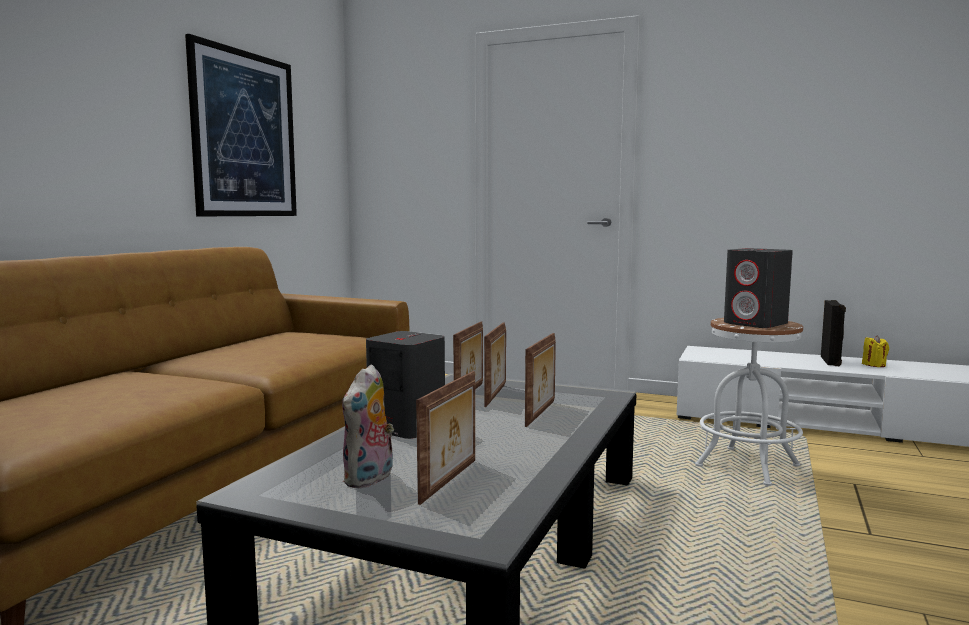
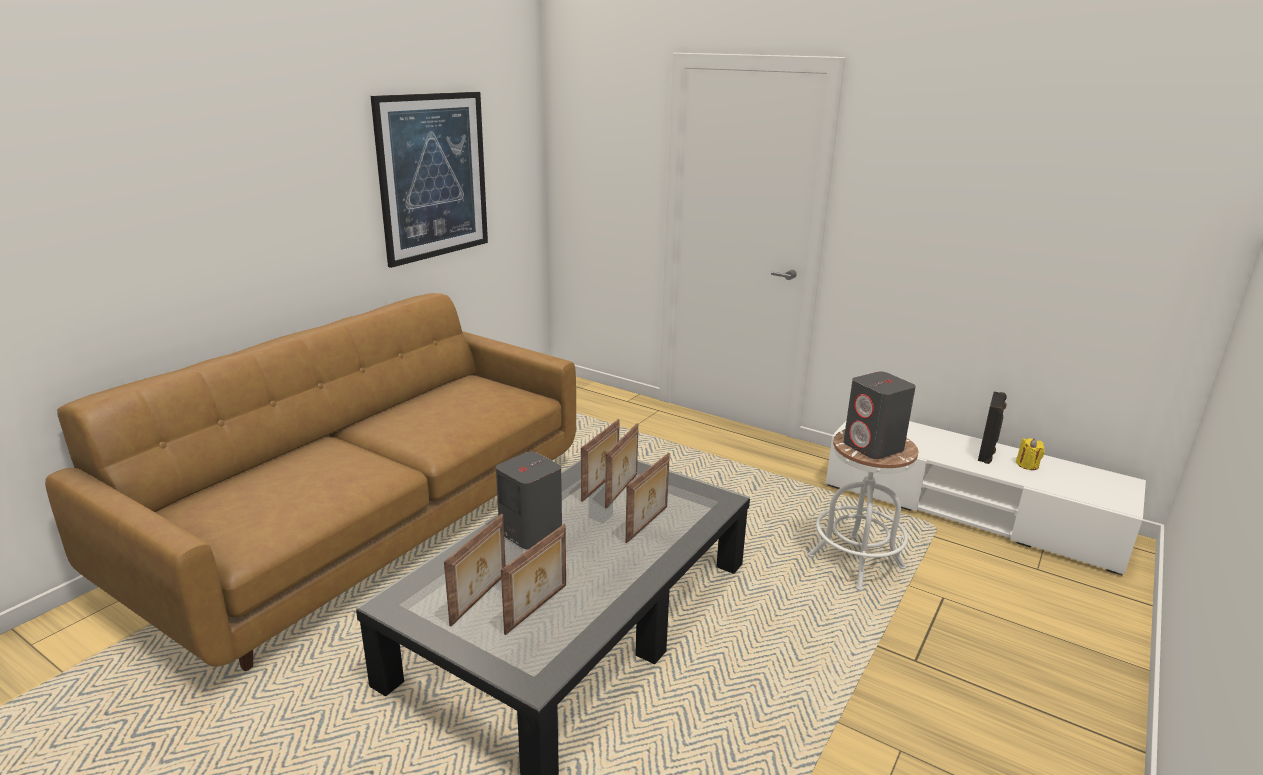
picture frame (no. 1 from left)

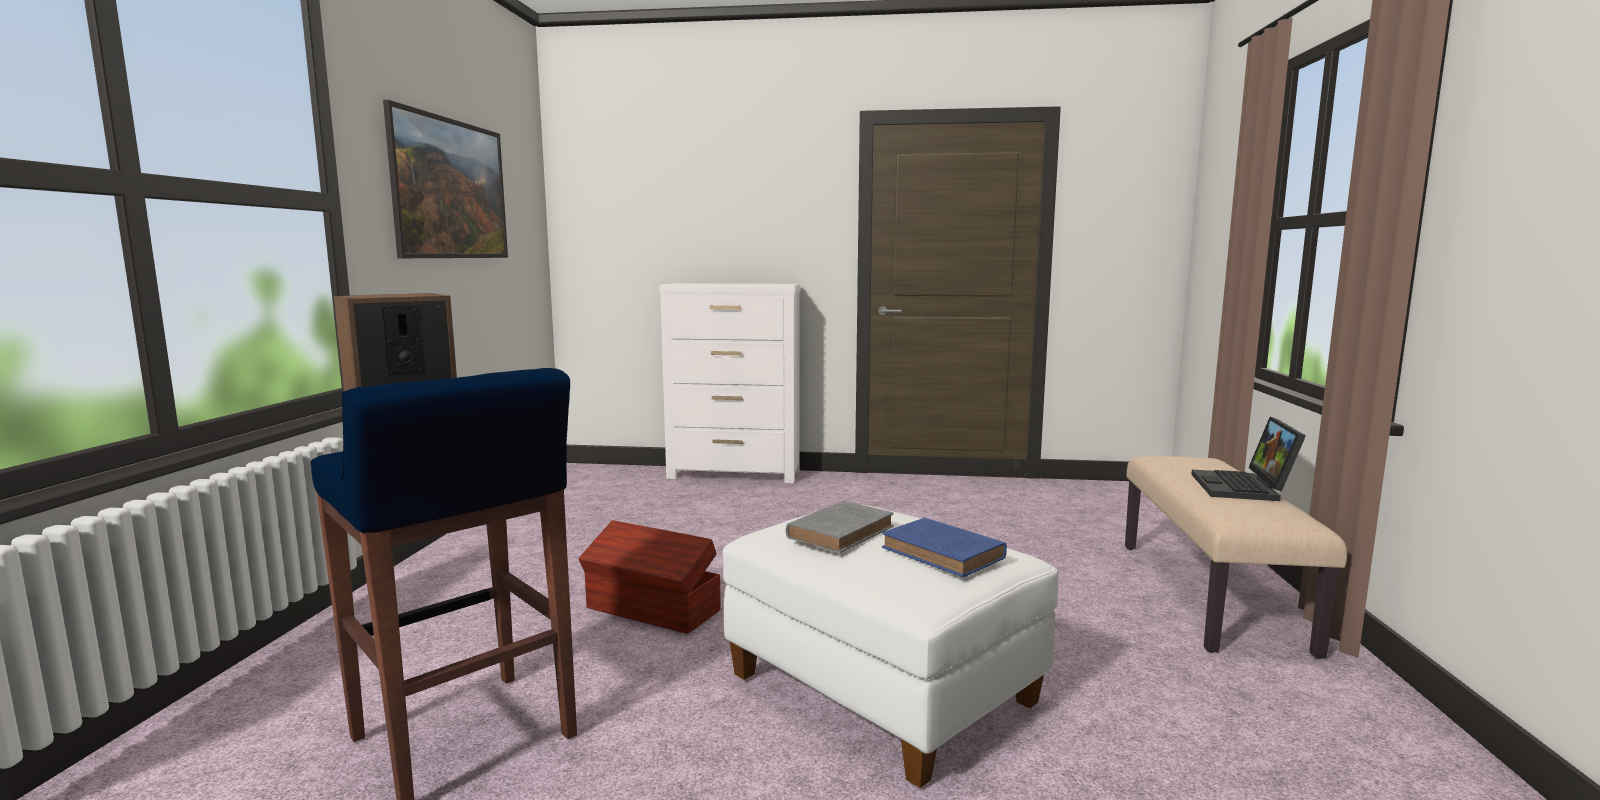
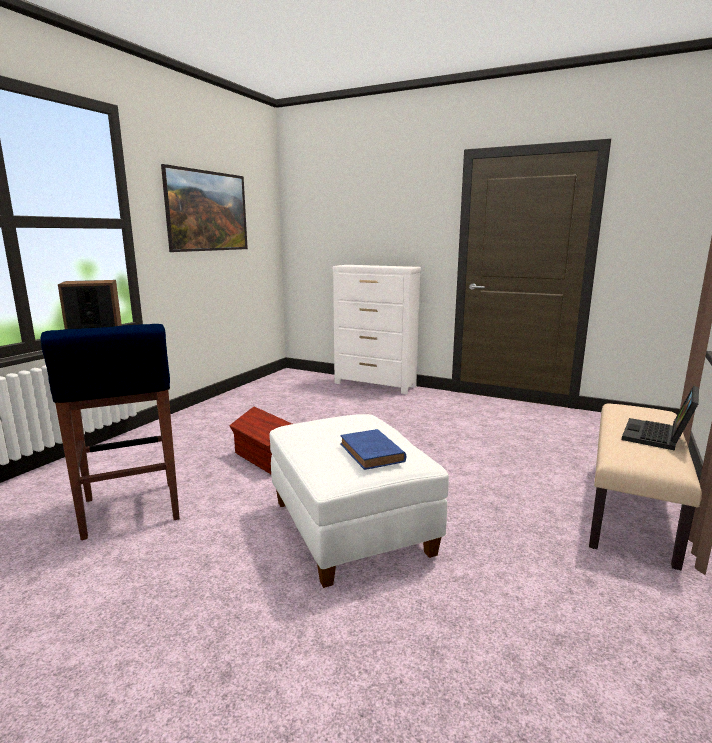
book in grey

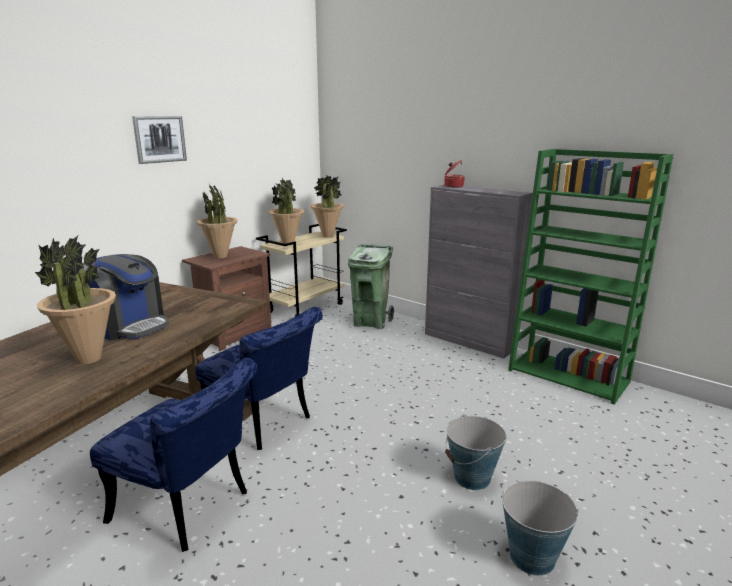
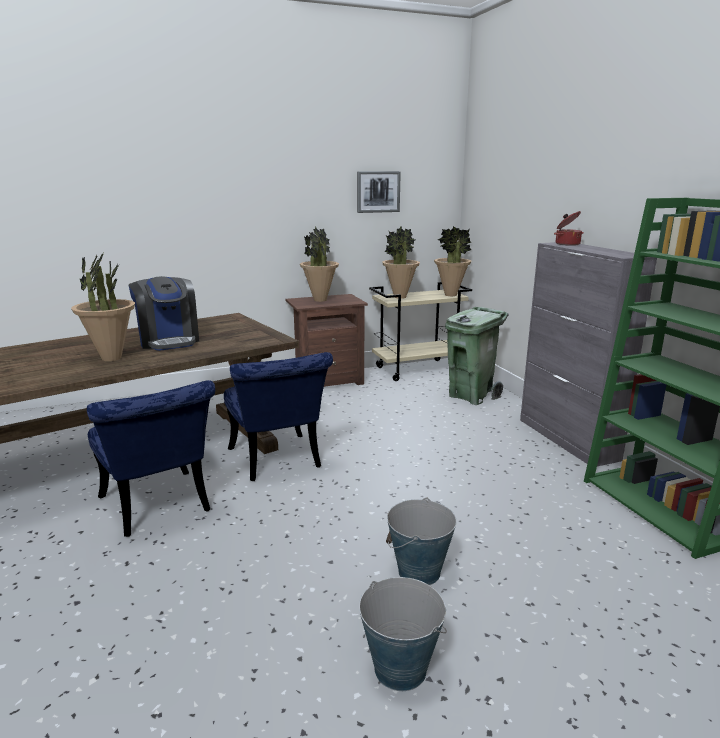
picture

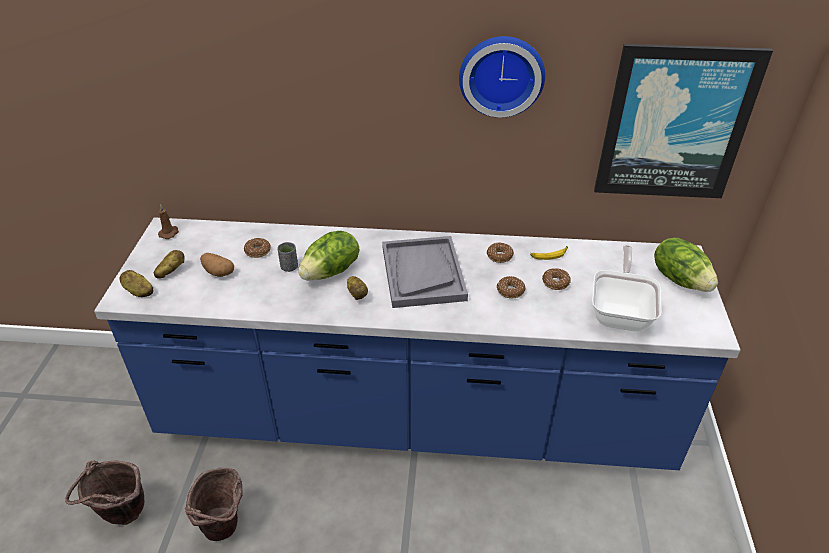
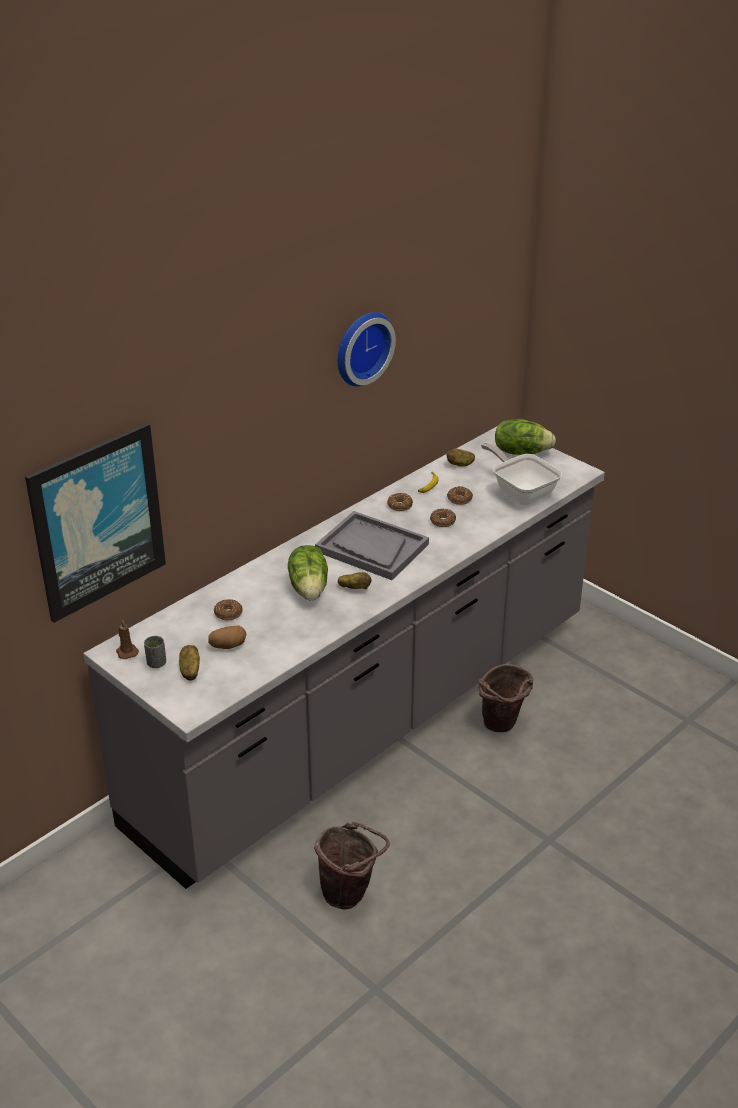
bucket in brown (no. 2 from left)
potato (no. 4 from left)
cup in grey
picture
counter in grey

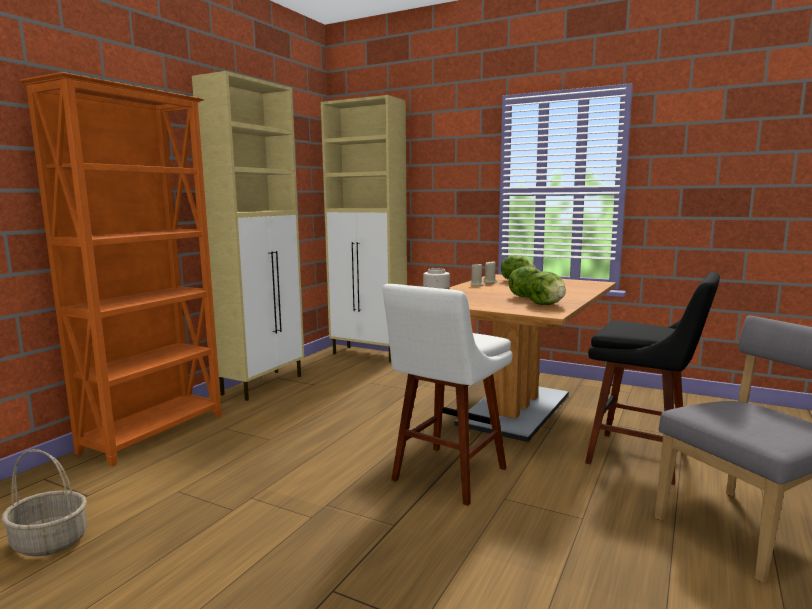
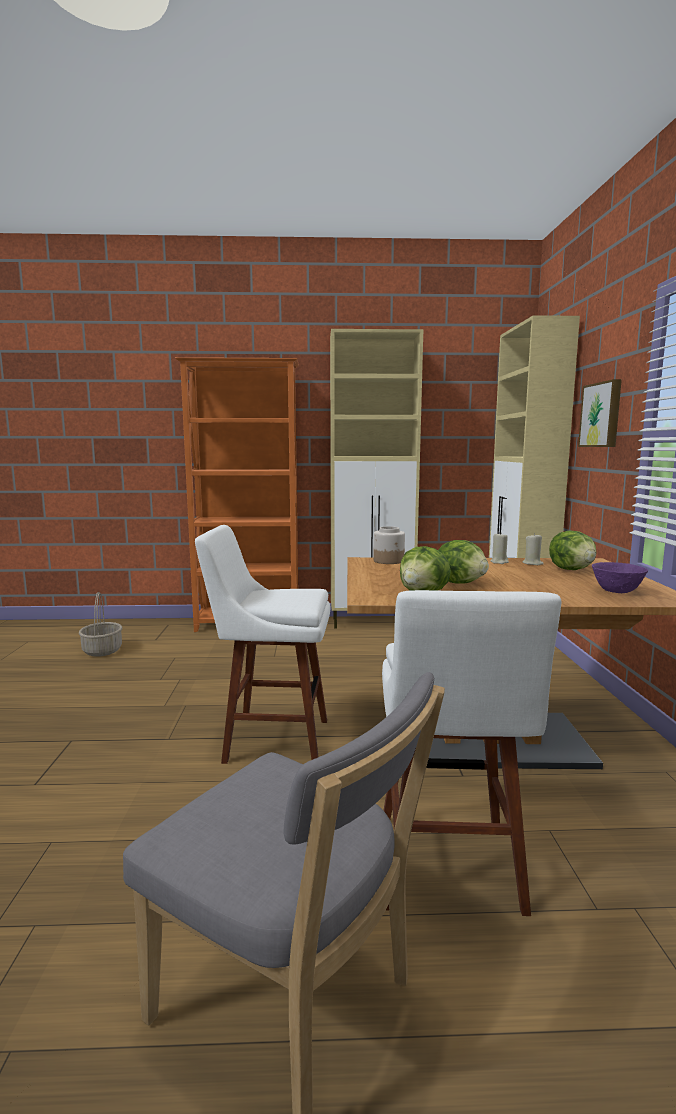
picture
bowl in purple
stool in white (no. 2 from left)

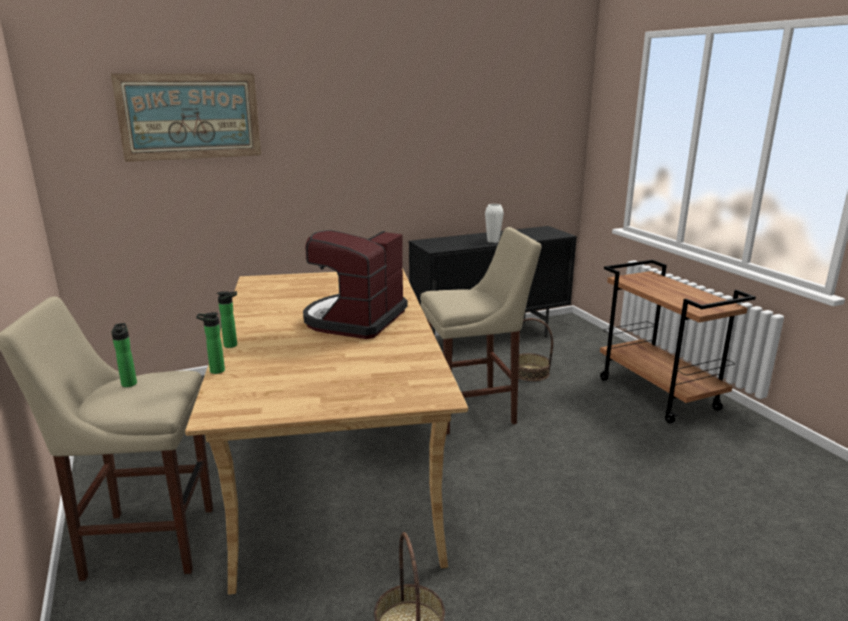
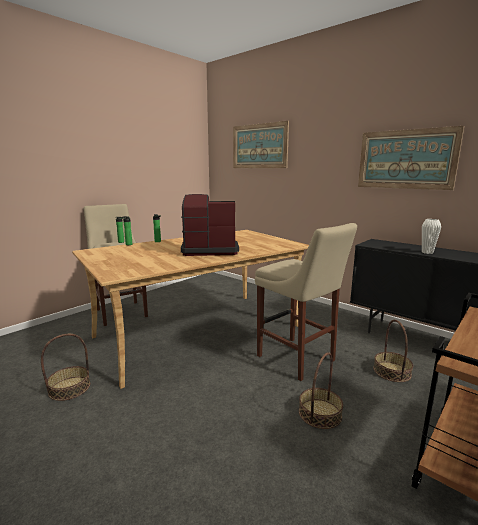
basket (no. 2 from left)
picture (no. 2 from left)

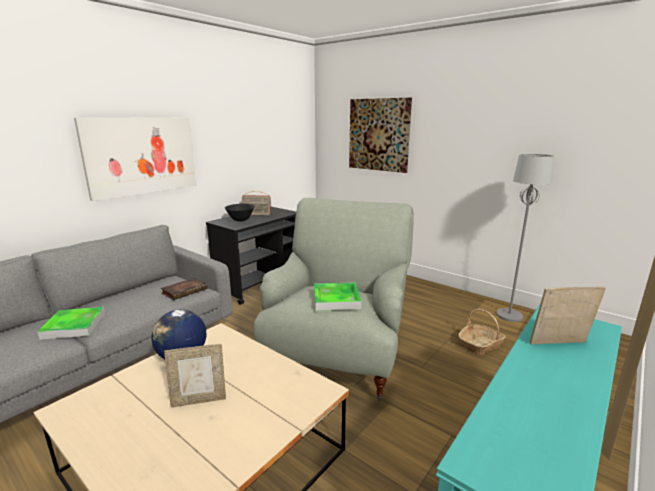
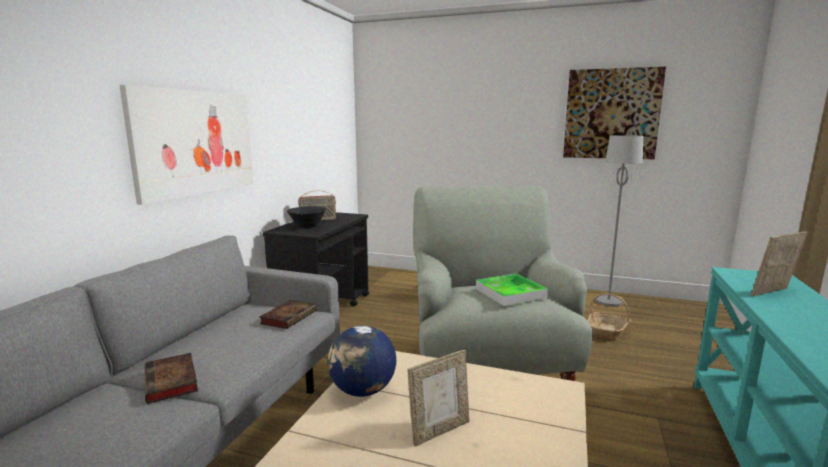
picture (no. 2 from left)
book (no. 1 from left)

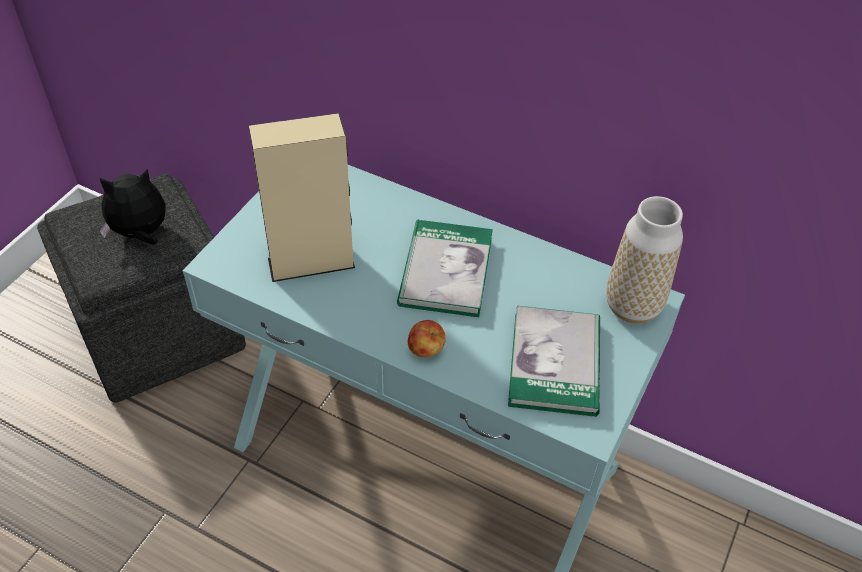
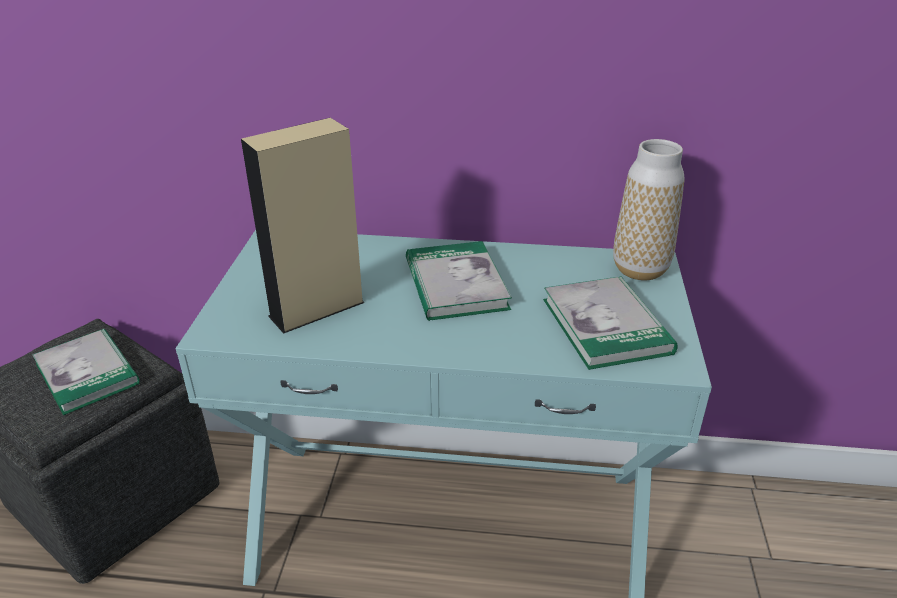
apple
book (no. 1 from left)

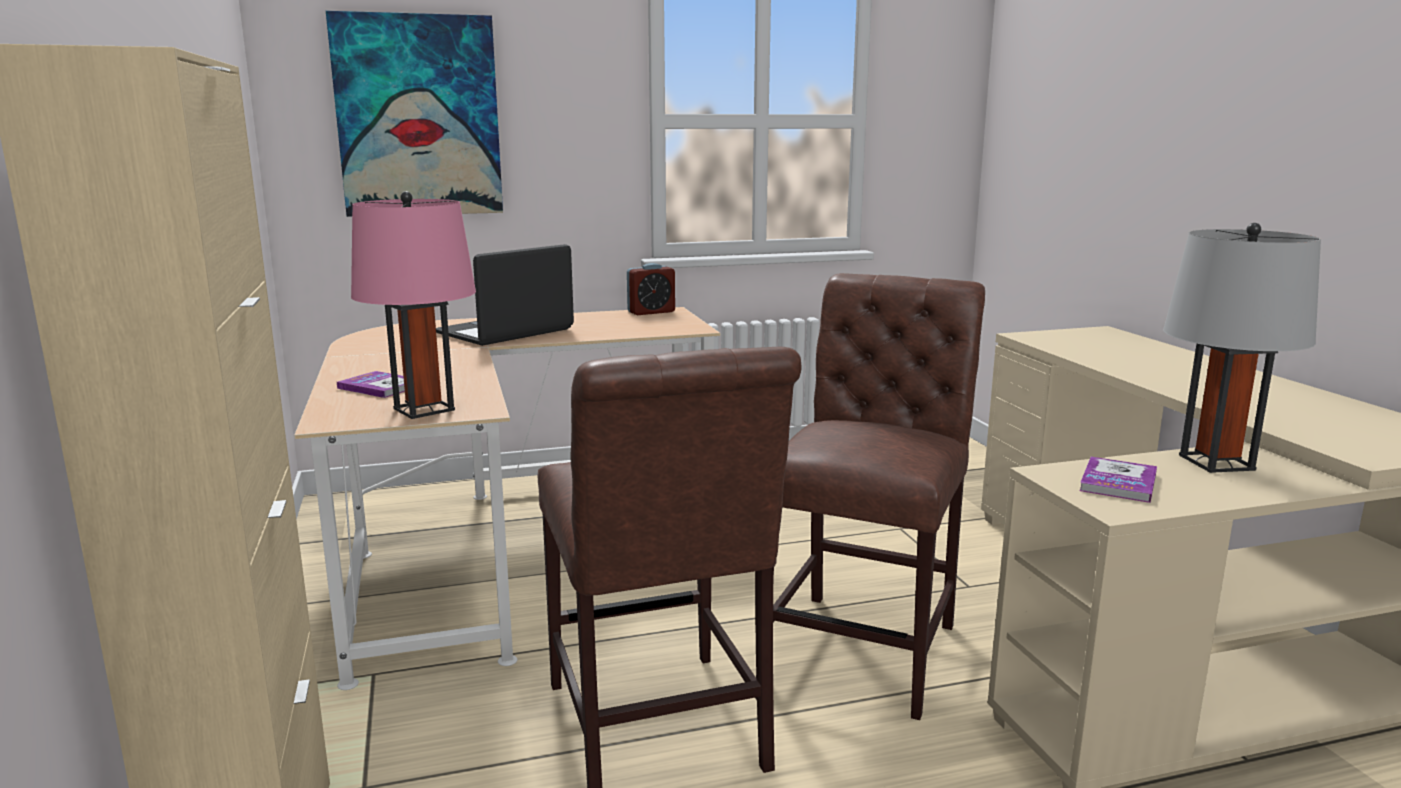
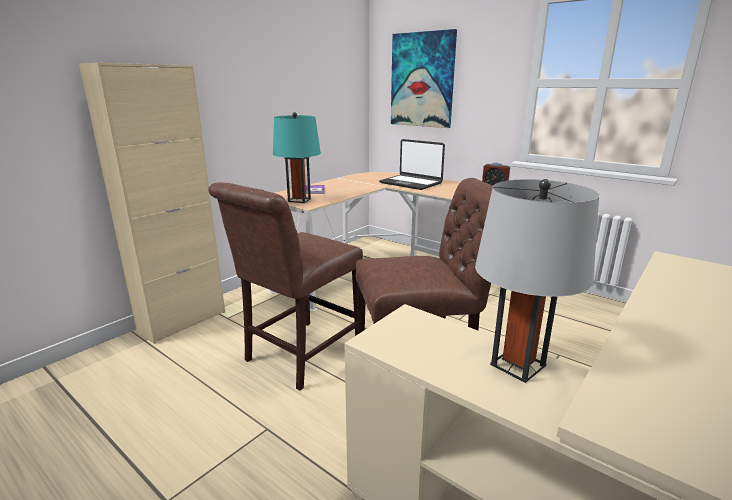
book (no. 2 from left in the first image)
table lamp in turquoise
laptop

